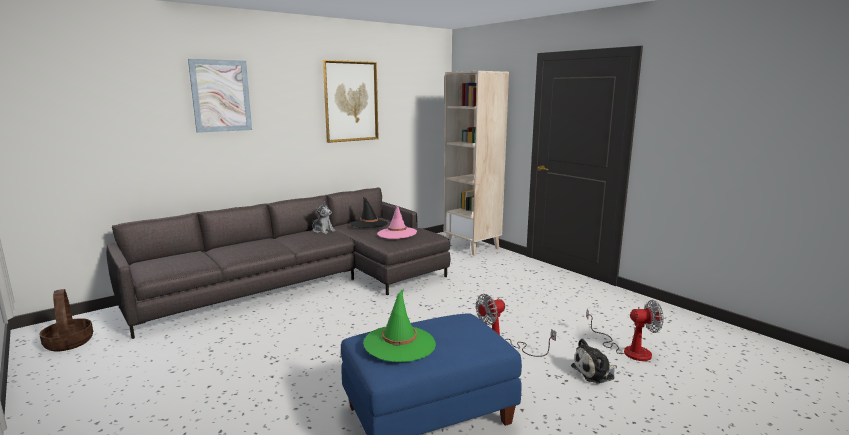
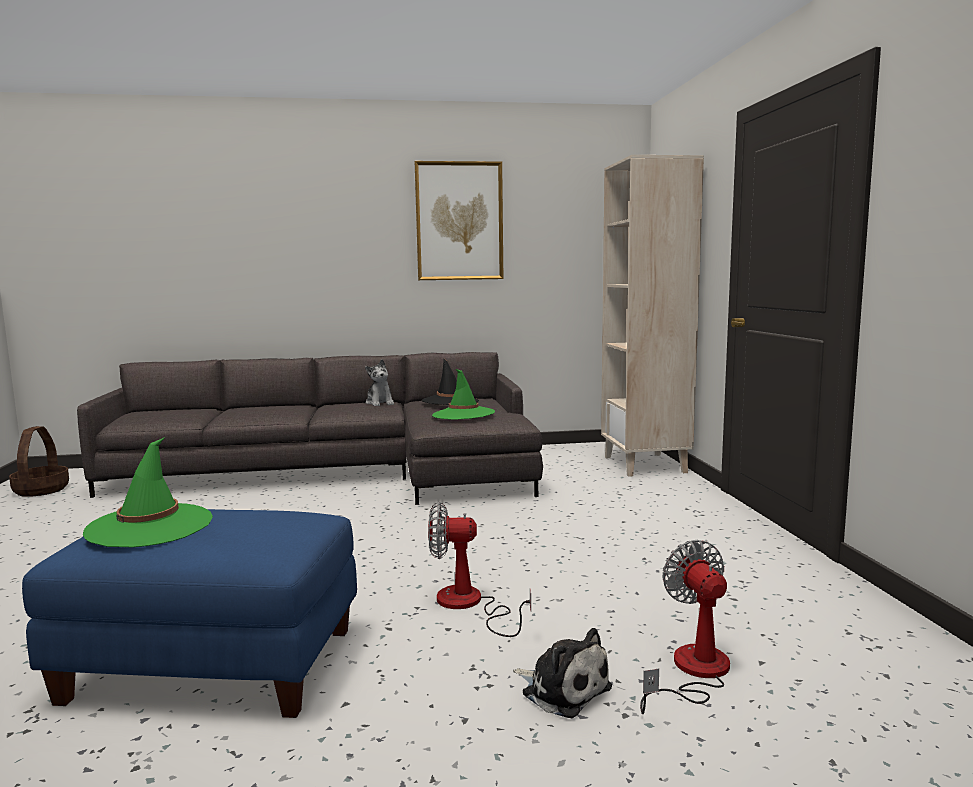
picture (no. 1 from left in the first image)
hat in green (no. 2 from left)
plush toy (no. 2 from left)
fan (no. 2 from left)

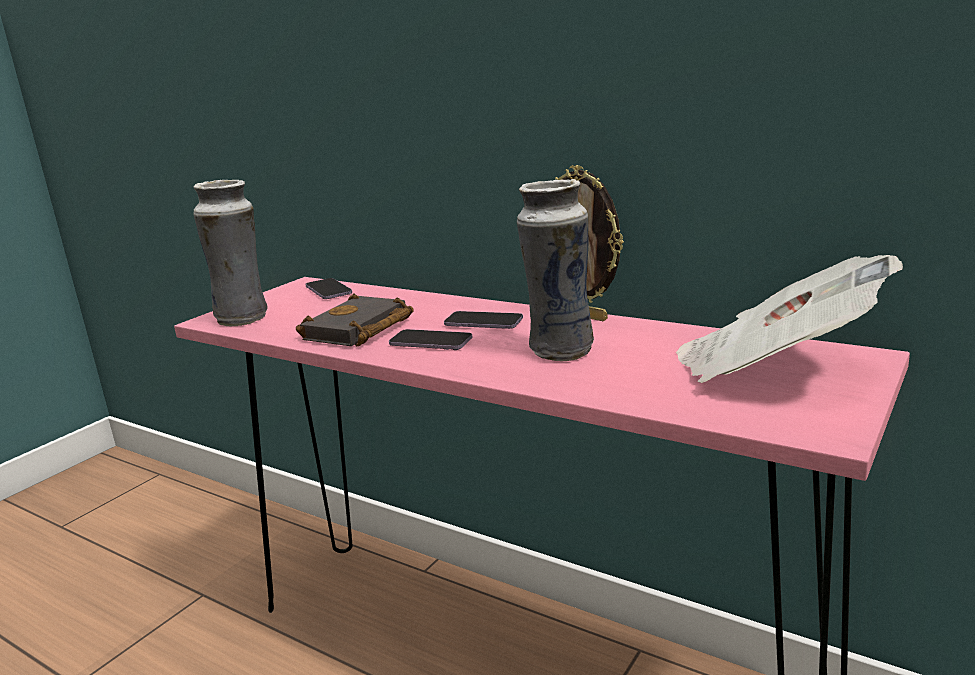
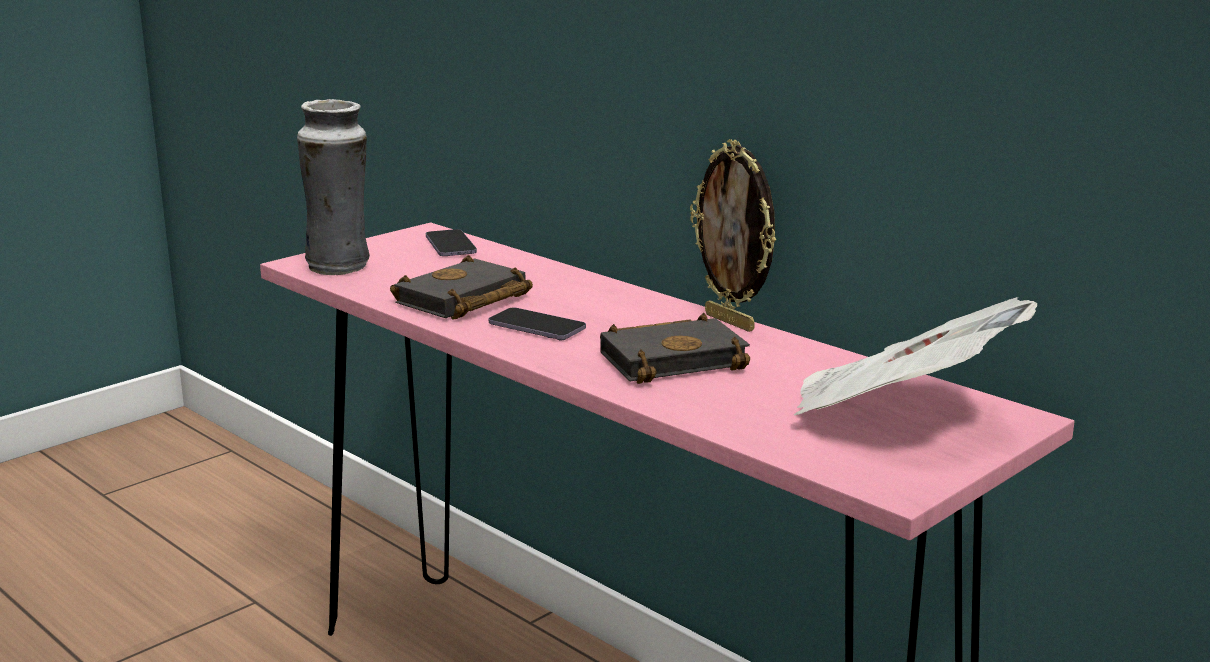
phone (no. 3 from left in the first image)
book in black (no. 2 from left)

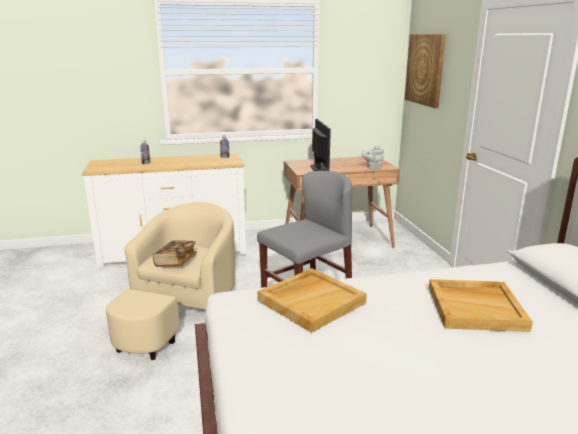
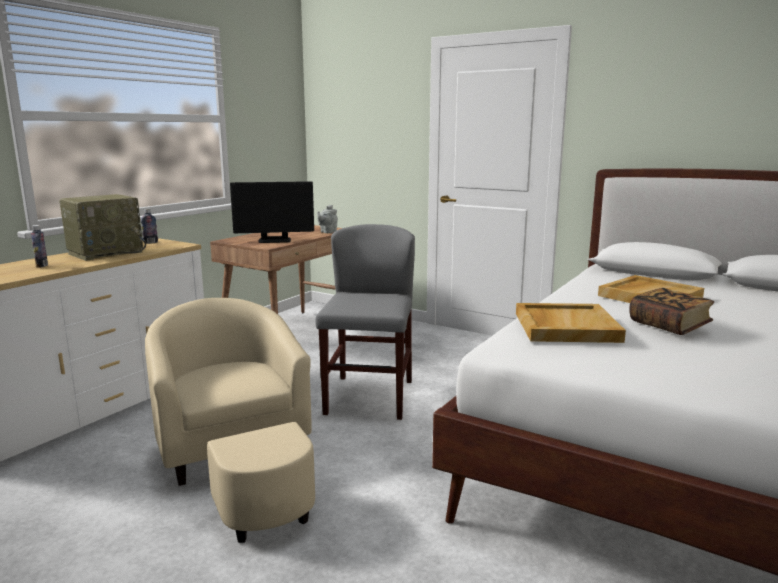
picture
radio
book
monitor

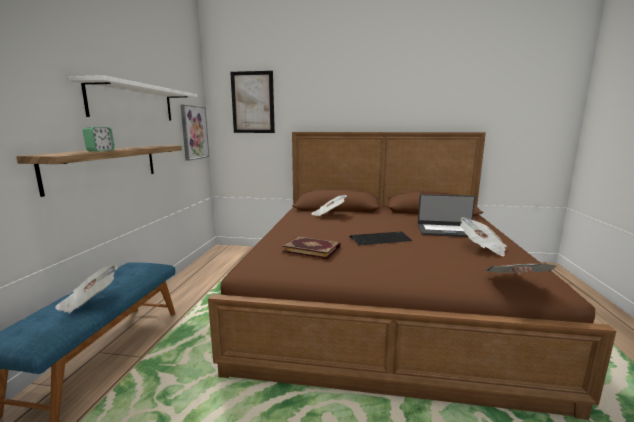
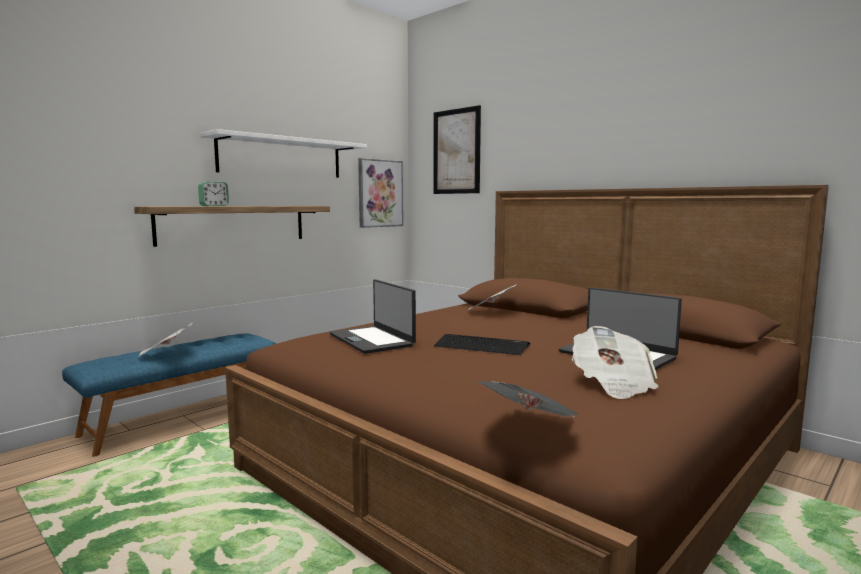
laptop (no. 1 from left)

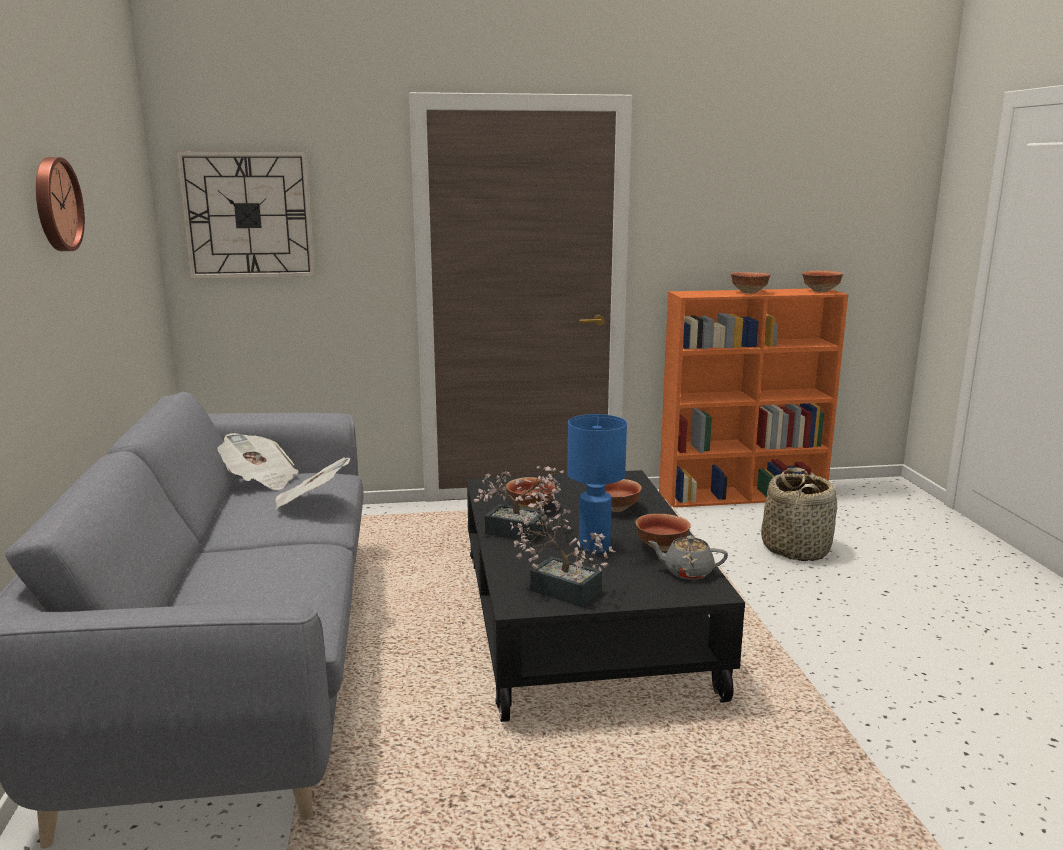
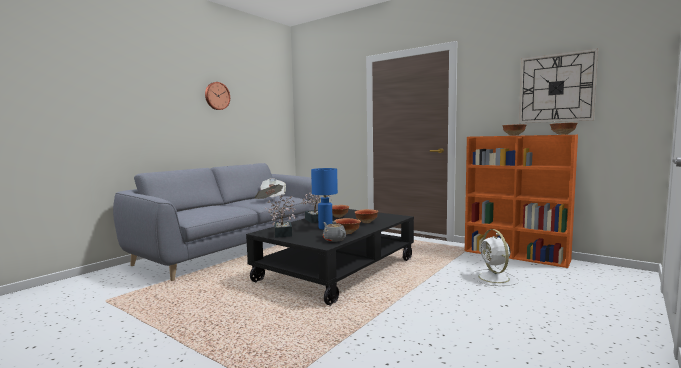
wall clock (no. 2 from left)
fan in white

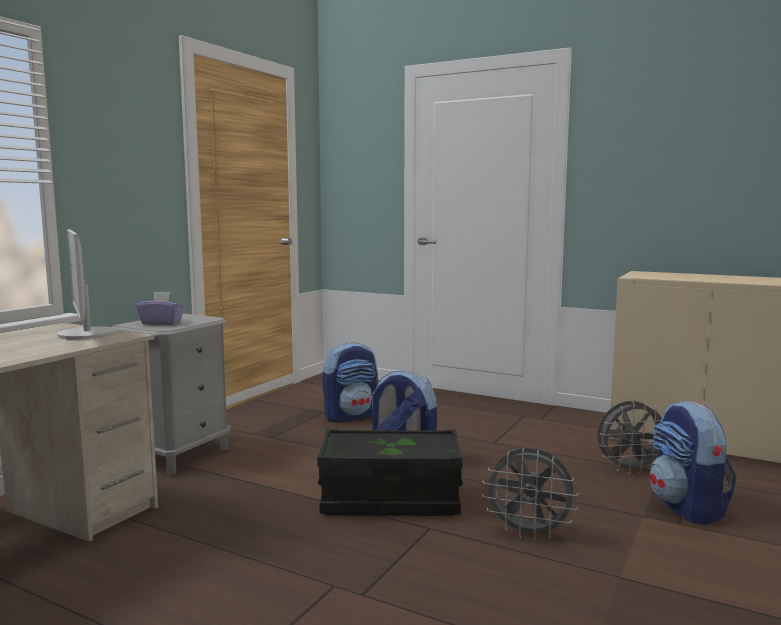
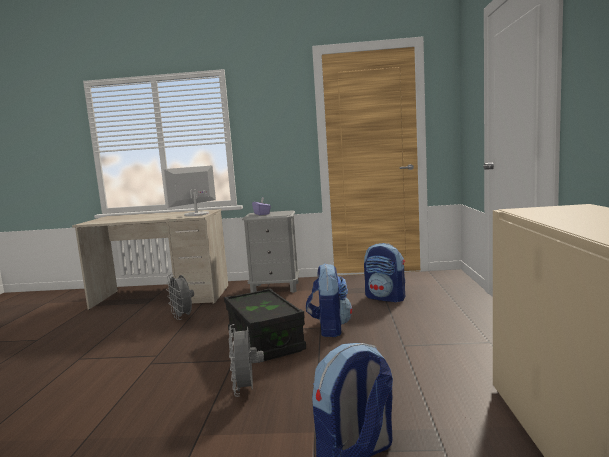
fan in grey (no. 1 from left)

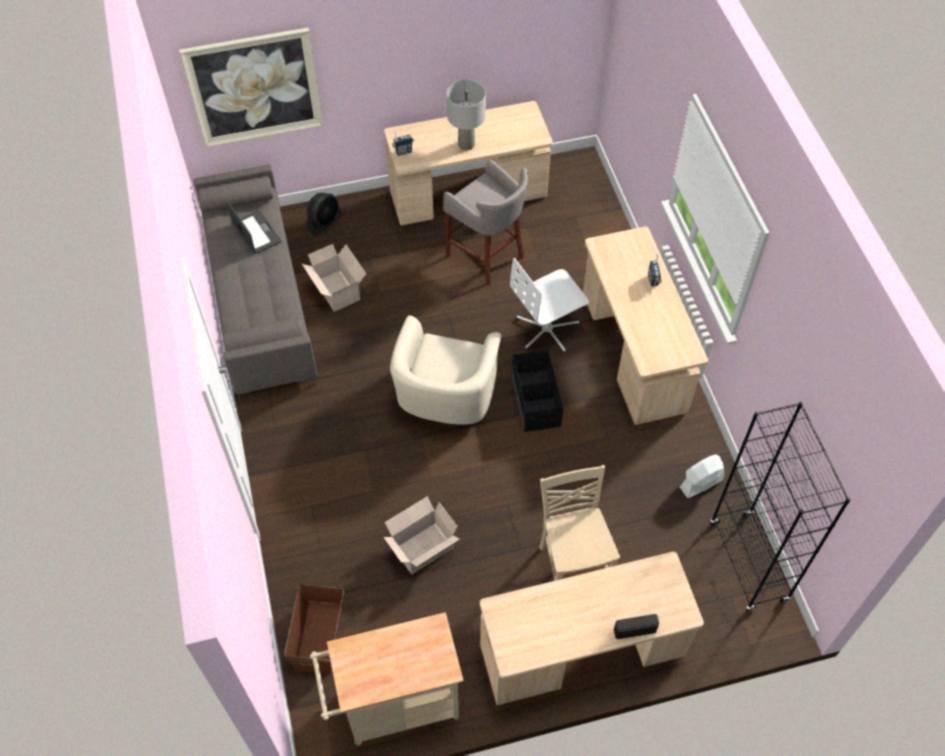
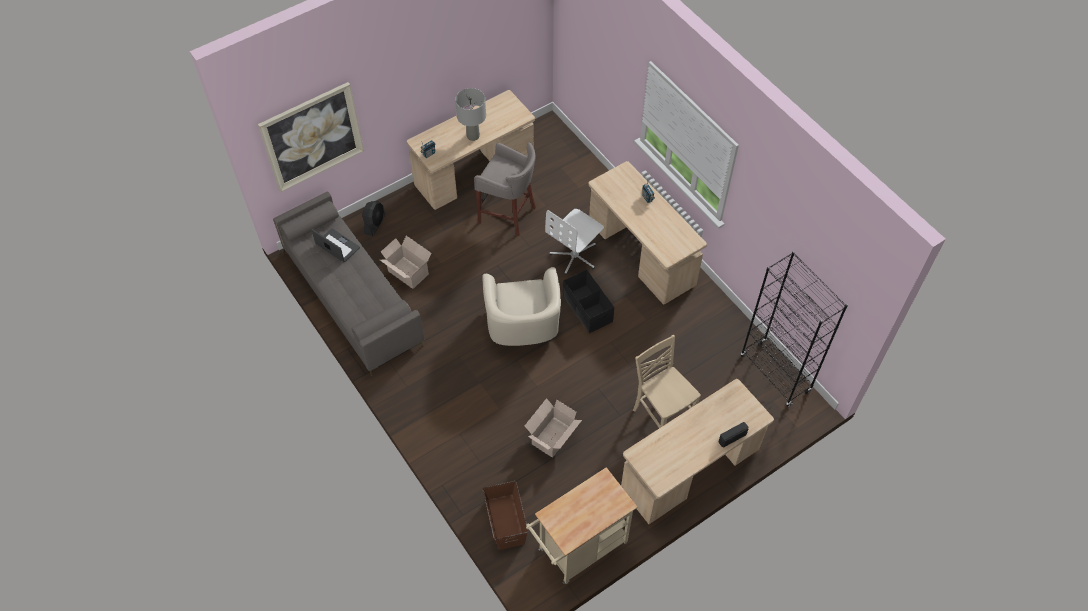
fan in white

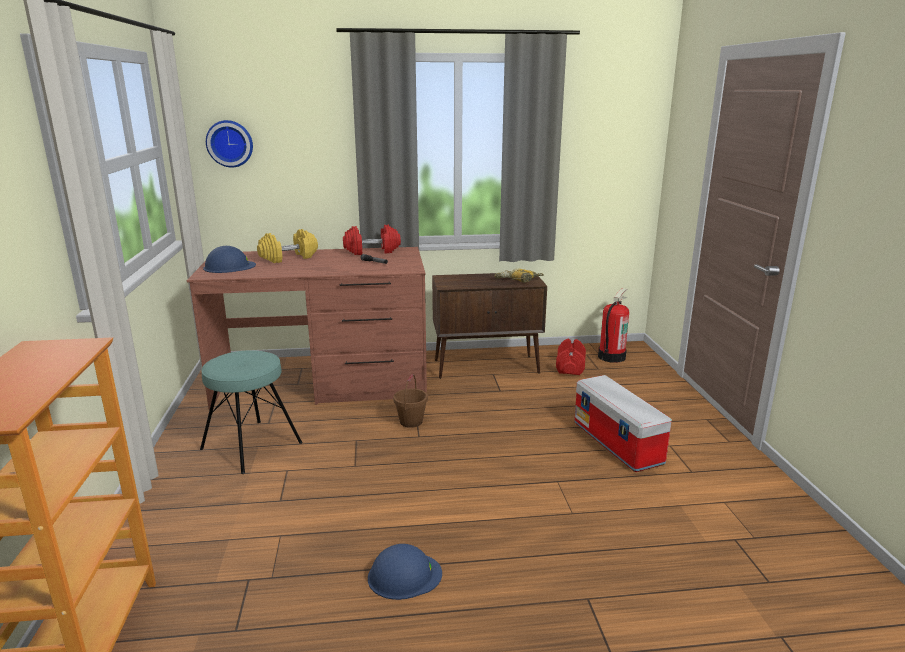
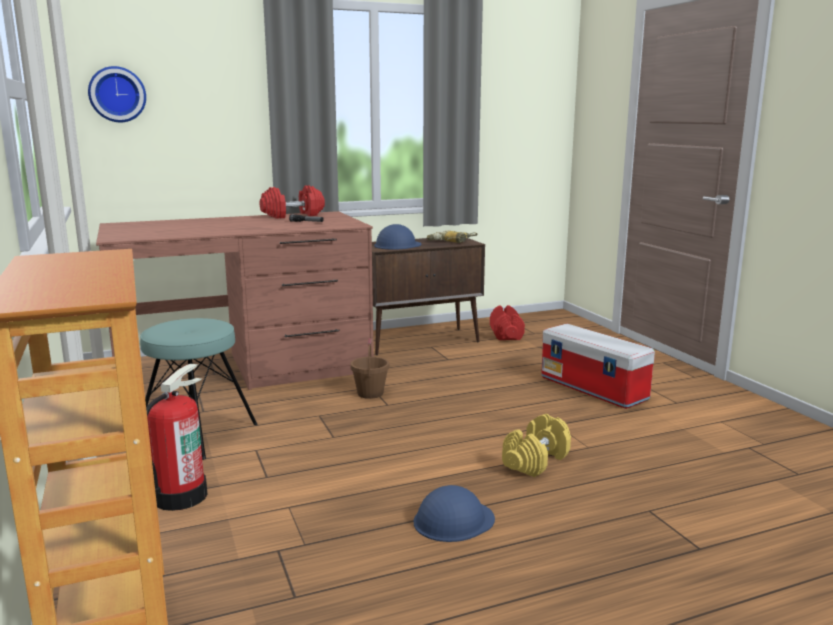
hard hat in blue (no. 1 from left)
dumbbell in yellow
fire extinguisher

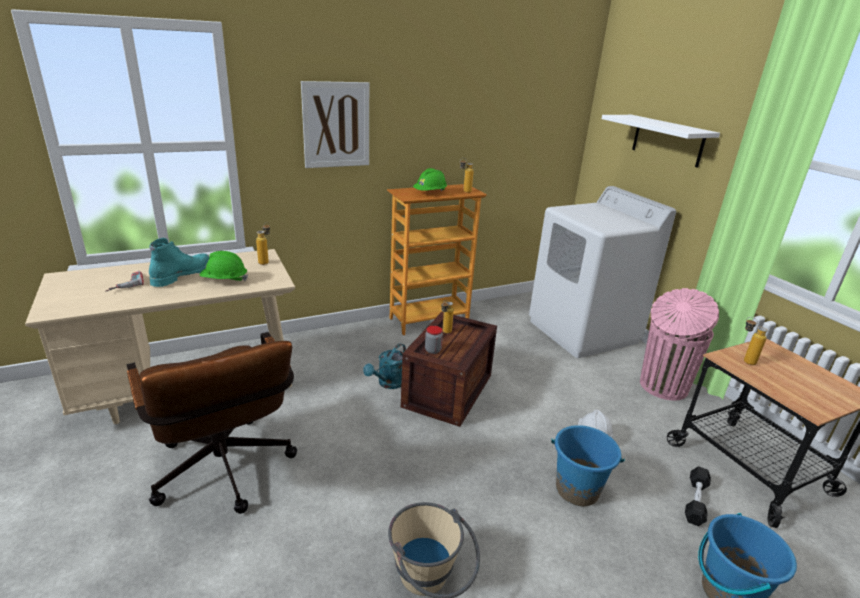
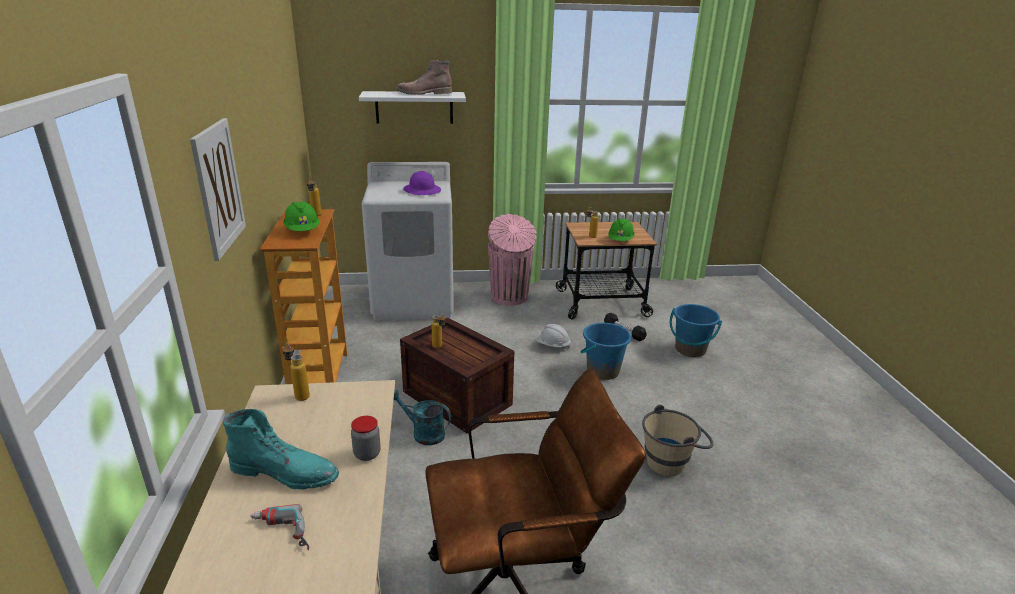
boot in brown
hard hat in purple
hard hat in green (no. 2 from left)
jar
boot in turquoise
watering can in turquoise

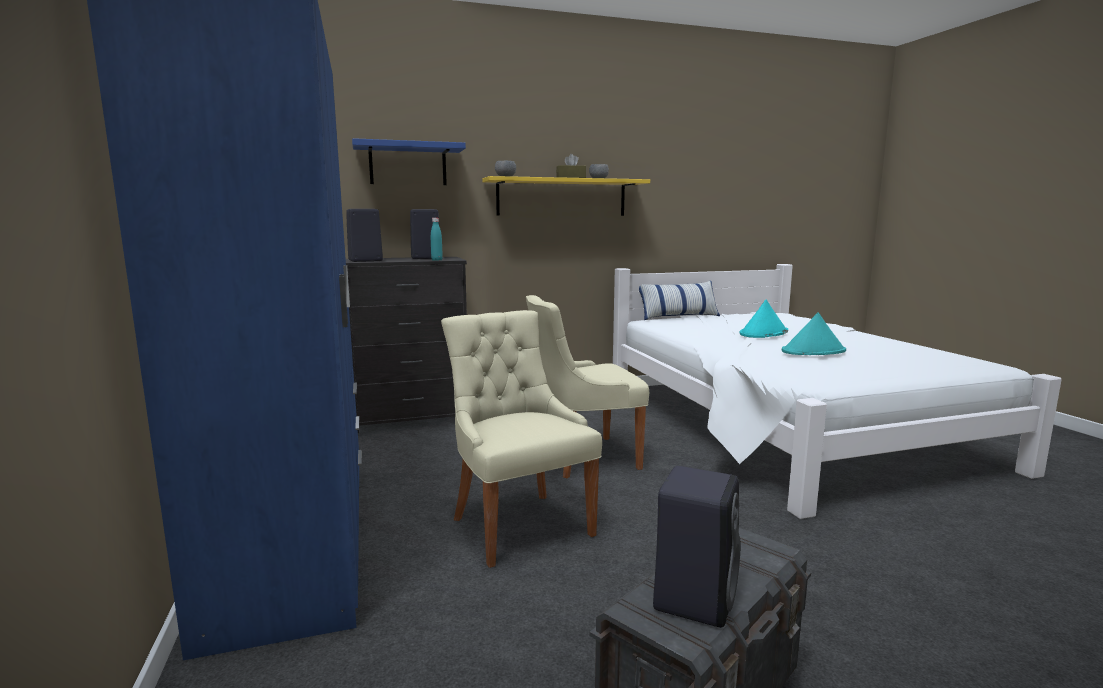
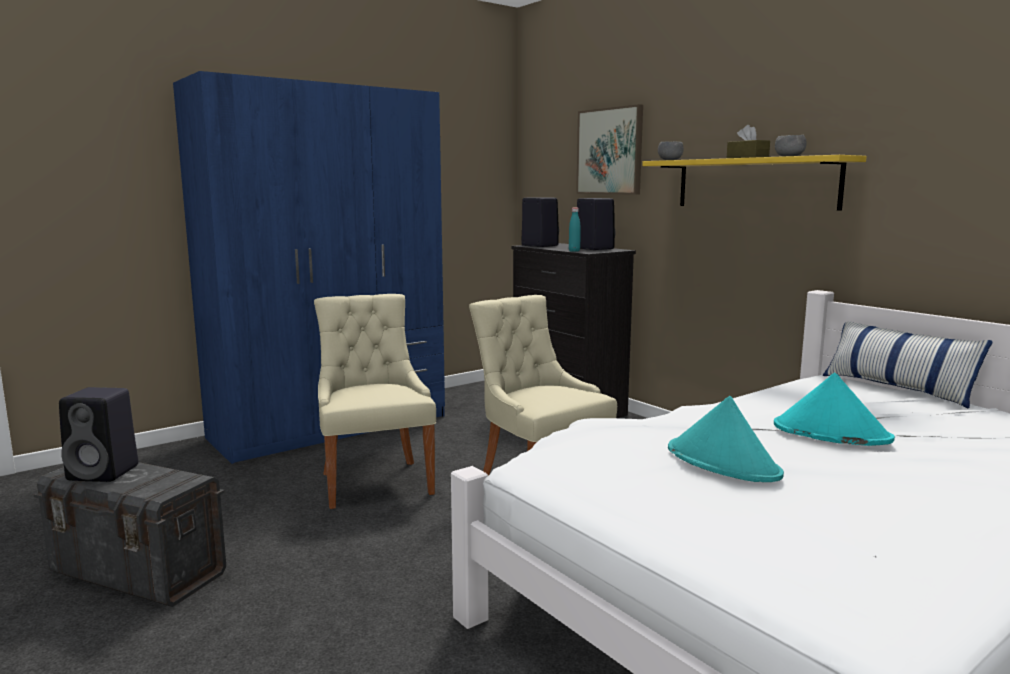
picture
chair in beige (no. 1 from left)

